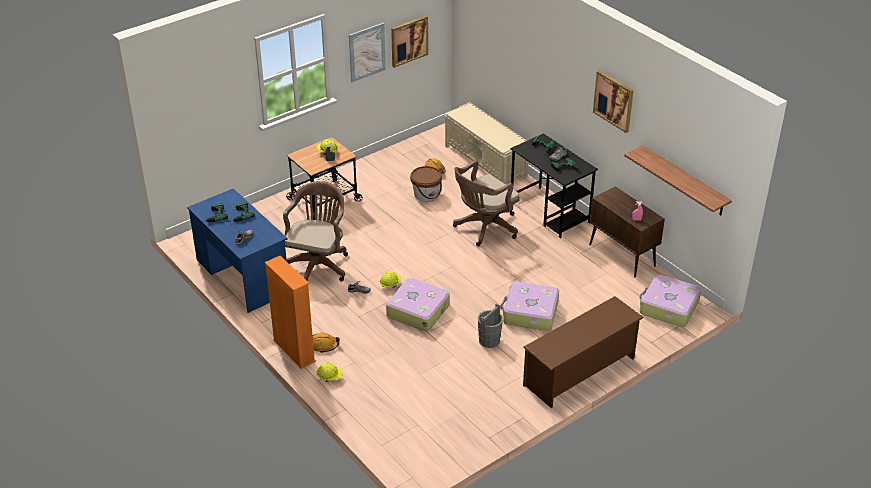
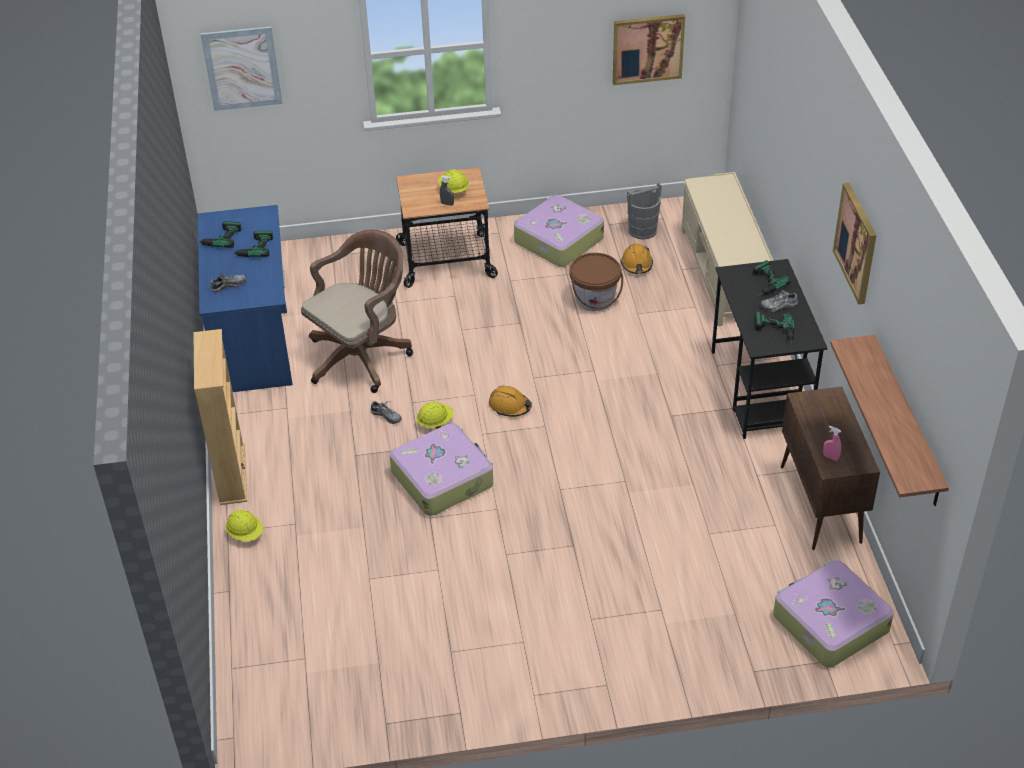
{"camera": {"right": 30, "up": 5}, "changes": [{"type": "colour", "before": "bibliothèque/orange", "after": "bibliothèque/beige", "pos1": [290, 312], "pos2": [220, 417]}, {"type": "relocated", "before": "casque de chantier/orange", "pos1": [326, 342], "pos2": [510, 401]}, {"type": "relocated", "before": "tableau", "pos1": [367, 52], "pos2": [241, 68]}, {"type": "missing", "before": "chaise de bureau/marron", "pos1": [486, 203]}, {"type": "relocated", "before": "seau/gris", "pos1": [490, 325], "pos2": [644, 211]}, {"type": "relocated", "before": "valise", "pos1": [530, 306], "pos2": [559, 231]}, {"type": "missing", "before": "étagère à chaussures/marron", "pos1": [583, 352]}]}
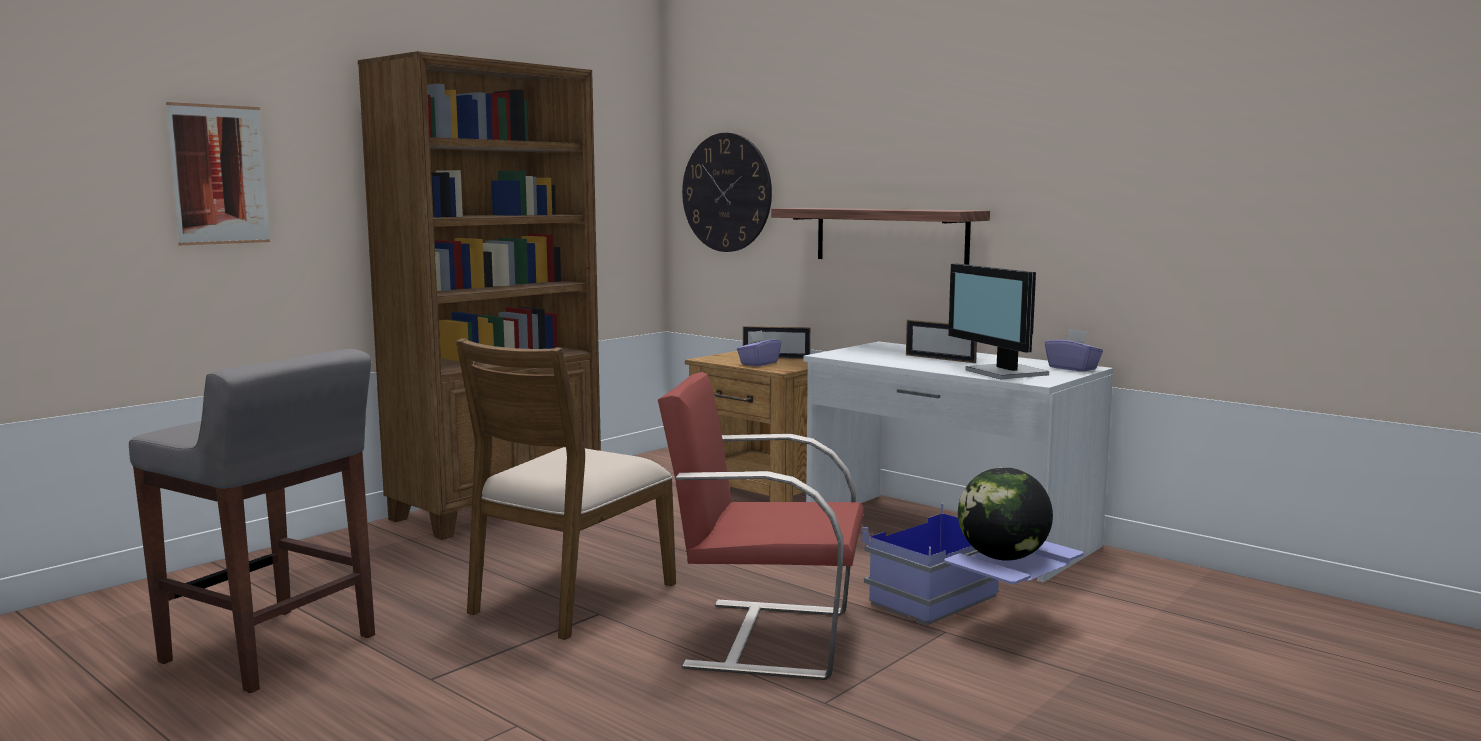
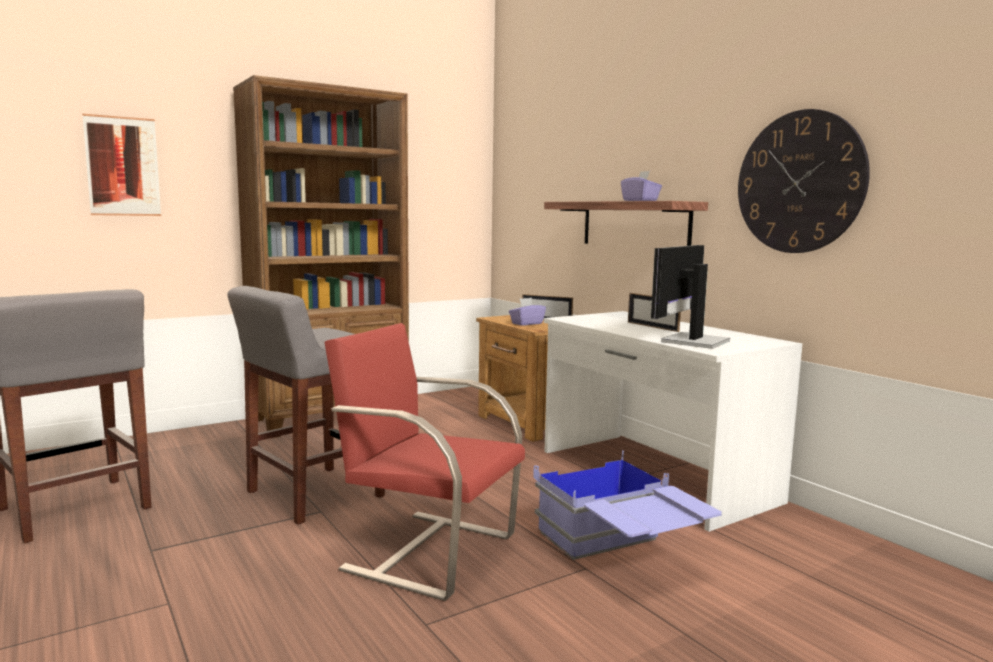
{"camera": {"right": 15, "up": 0}, "changes": [{"type": "exchanged", "before": "chaise/marron", "after": "tabouret/gris", "pos1": [566, 489], "pos2": [306, 405]}, {"type": "relocated", "before": "horloge murale", "pos1": [727, 192], "pos2": [804, 181]}, {"type": "spun", "before": "écran d'ordinateur", "pos1": [998, 321], "pos2": [690, 297], "turn": 45}, {"type": "missing", "before": "globe", "pos1": [1005, 514]}, {"type": "relocated", "before": "boîte à mouchoirs/violet", "pos1": [1074, 350], "pos2": [641, 186]}]}
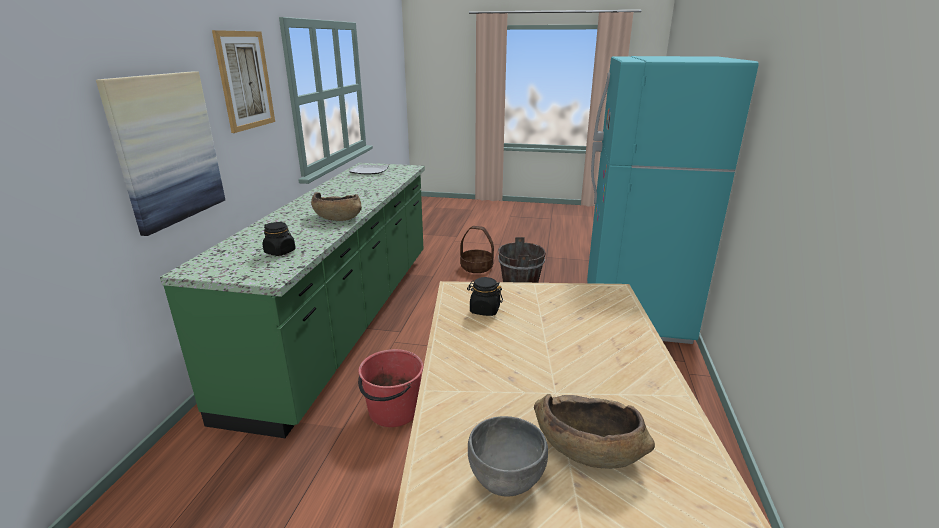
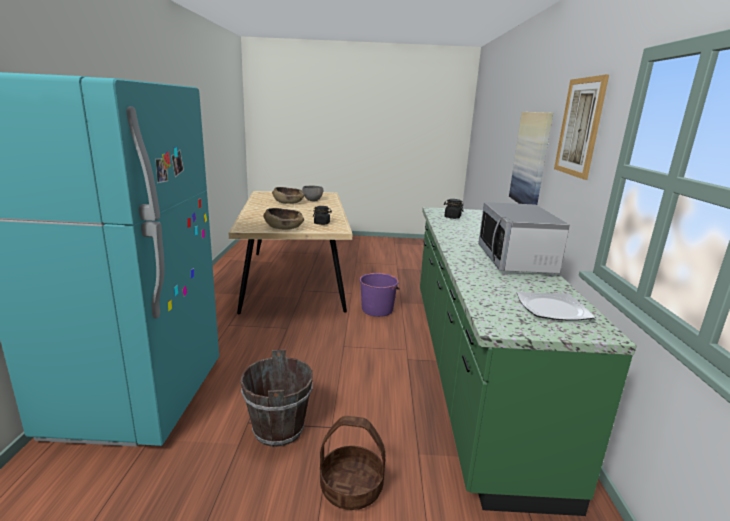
{"camera": {"right": 170, "up": -5}, "changes": [{"type": "relocated", "before": "bol/marron", "pos1": [336, 206], "pos2": [283, 219]}, {"type": "colour", "before": "seau/rouge", "after": "seau/violet", "pos1": [391, 388], "pos2": [379, 295]}, {"type": "appeared", "after": "micro-ondes", "pos2": [524, 237]}]}
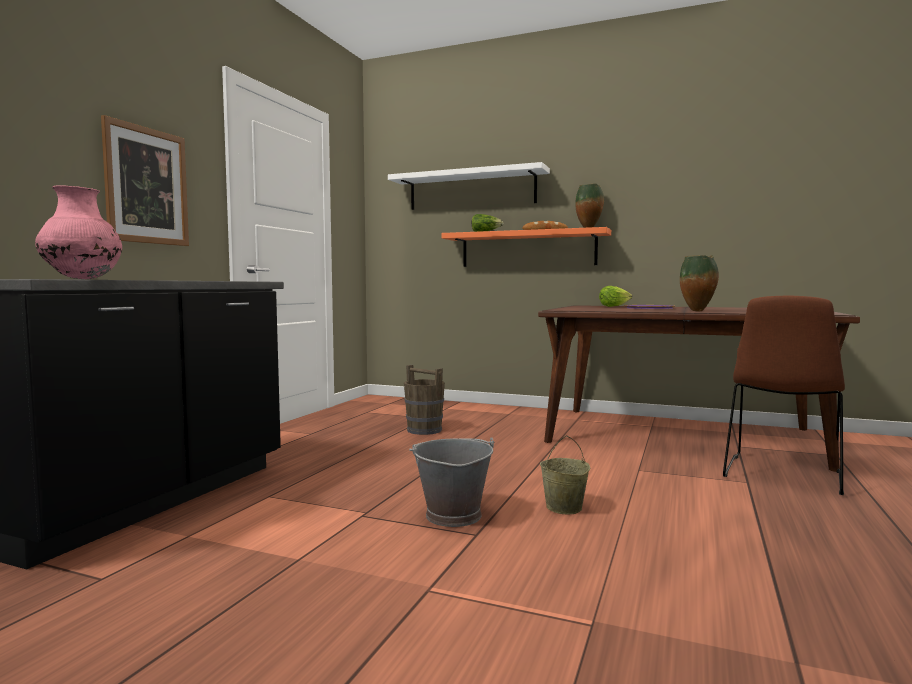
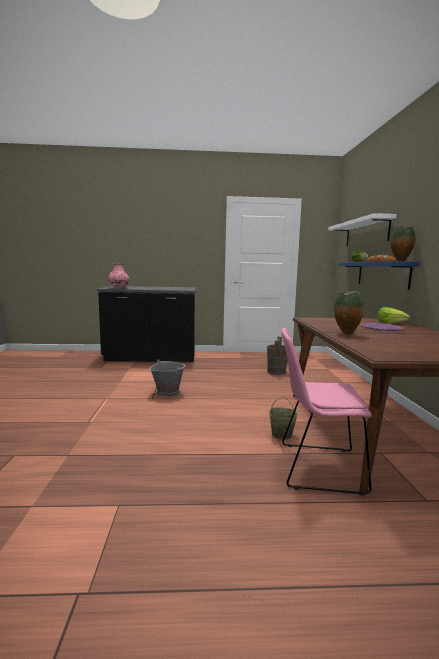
{"camera": {"right": 65, "up": 5}, "changes": [{"type": "missing", "before": "tableau", "pos1": [145, 180]}, {"type": "colour", "before": "étagère/orange", "after": "étagère/bleu", "pos1": [526, 247], "pos2": [379, 275]}, {"type": "relocated", "before": "seau/beige", "pos1": [565, 475], "pos2": [283, 418]}, {"type": "colour", "before": "chaise/marron", "after": "chaise/rose", "pos1": [784, 395], "pos2": [326, 411]}]}
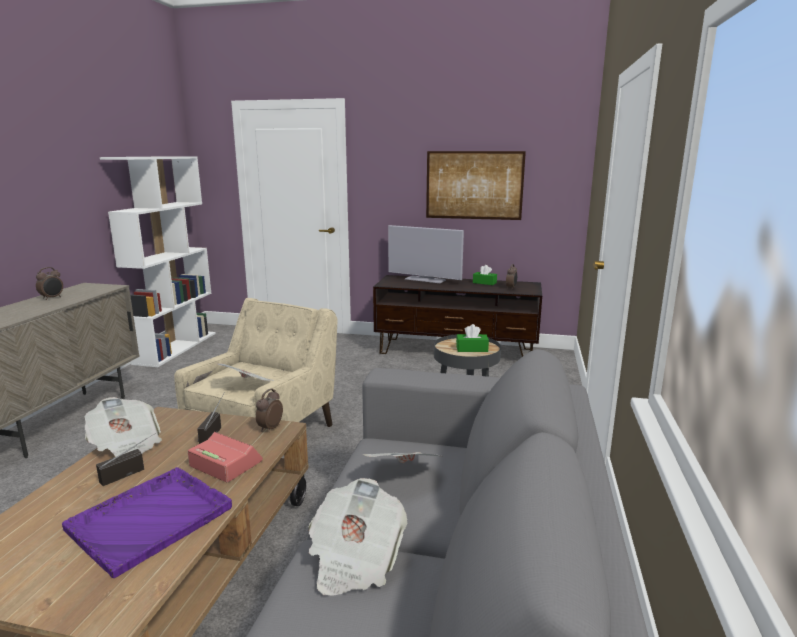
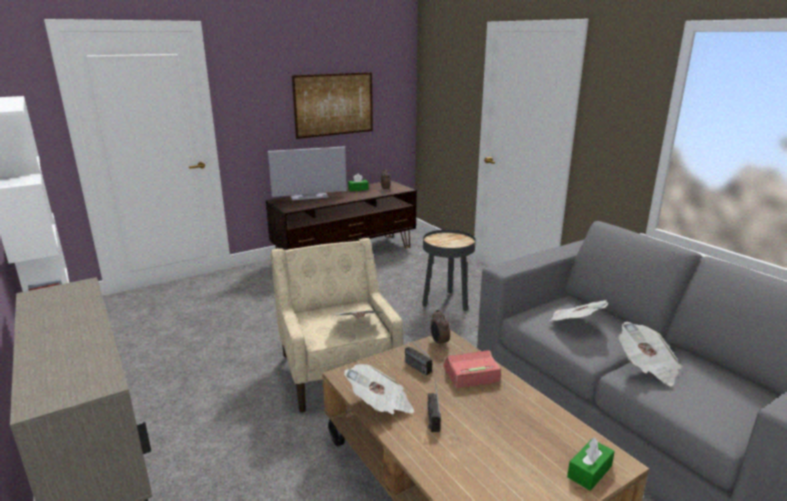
{"camera": {"right": -45, "up": 5}, "changes": [{"type": "missing", "before": "réveil", "pos1": [49, 283]}, {"type": "missing", "before": "plateau/violet", "pos1": [147, 522]}, {"type": "relocated", "before": "boîte à mouchoirs/vert", "pos1": [472, 338], "pos2": [591, 464]}]}
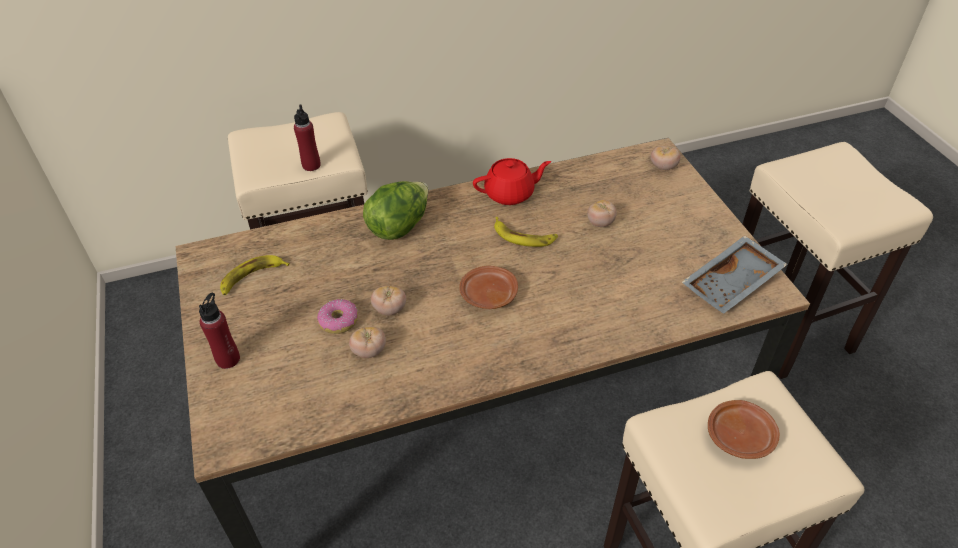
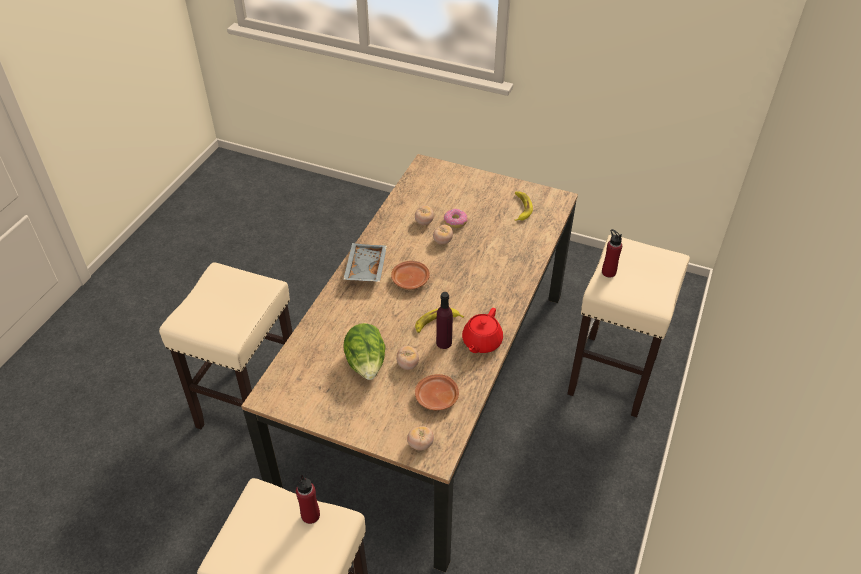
{"camera": {"right": 130, "up": 0}, "changes": [{"type": "relocated", "before": "bouteille/rouge", "pos1": [219, 331], "pos2": [308, 499]}, {"type": "relocated", "before": "laitue", "pos1": [395, 210], "pos2": [364, 351]}, {"type": "relocated", "before": "plateau/gris", "pos1": [734, 274], "pos2": [365, 262]}, {"type": "relocated", "before": "assiette/marron", "pos1": [744, 429], "pos2": [437, 392]}, {"type": "appeared", "after": "bouteille/violet", "pos2": [444, 320]}]}
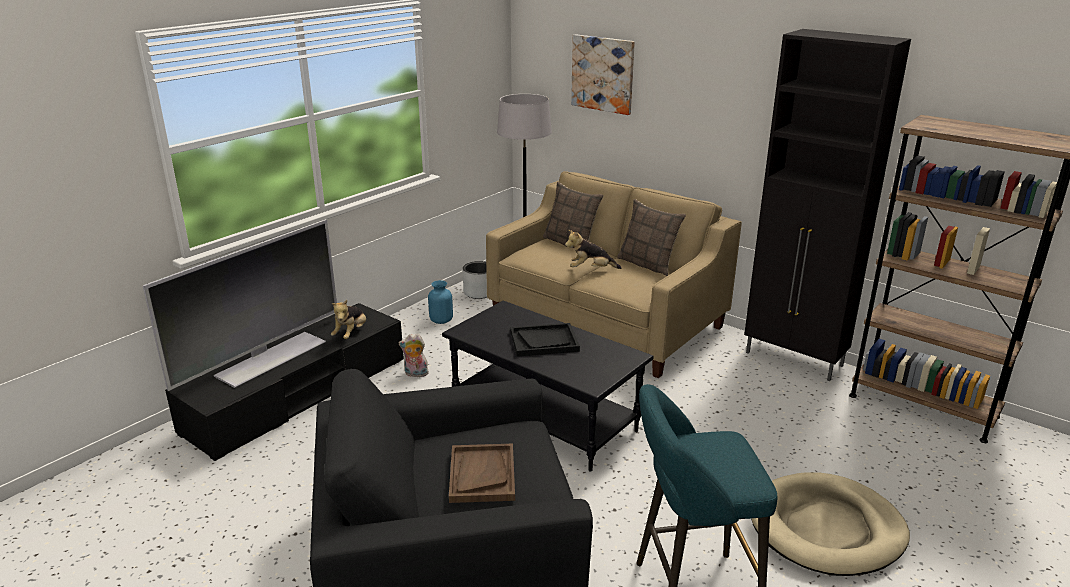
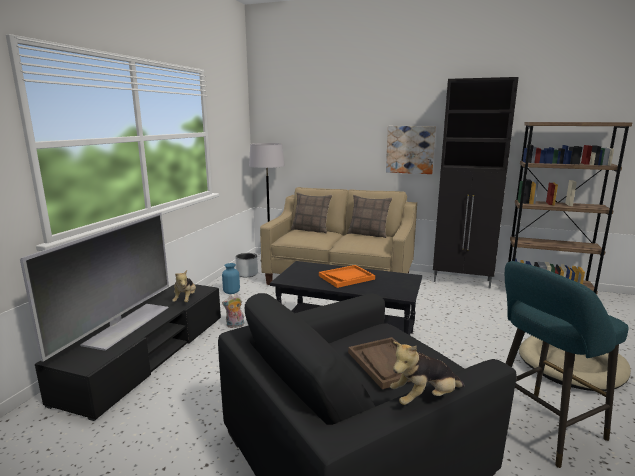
{"camera": {"right": -20, "up": -10}, "changes": [{"type": "colour", "before": "plateau/noir", "after": "plateau/orange", "pos1": [545, 340], "pos2": [347, 276]}, {"type": "relocated", "before": "peluche", "pos1": [593, 249], "pos2": [427, 373]}, {"type": "relocated", "before": "tableau", "pos1": [603, 75], "pos2": [411, 150]}]}
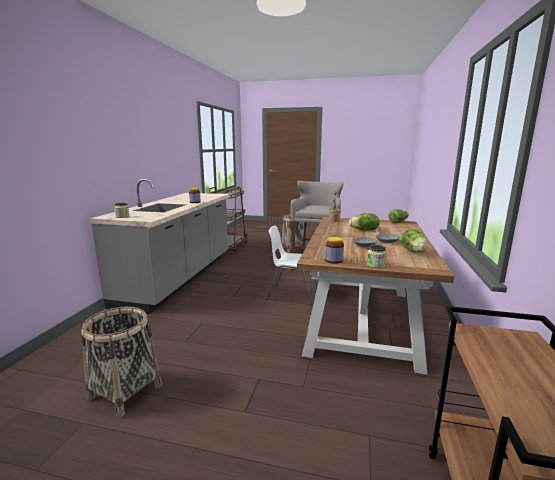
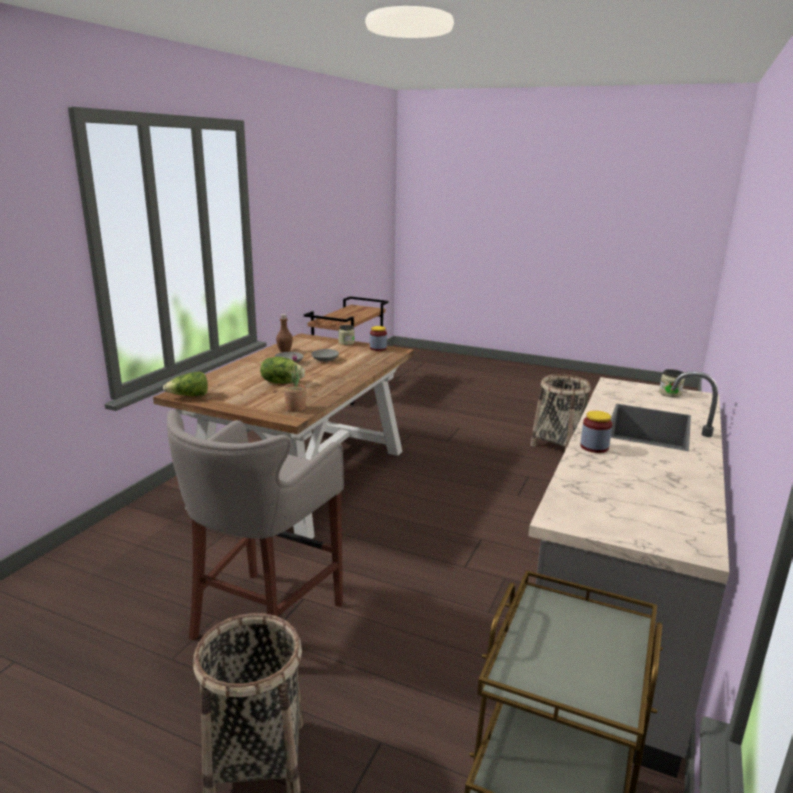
{"camera": {"right": -170, "up": 5}, "changes": [{"type": "missing", "before": "chaise/blanc", "pos1": [292, 266]}, {"type": "exchanged", "before": "laitue", "after": "bouteille/marron", "pos1": [414, 241], "pos2": [284, 333]}]}
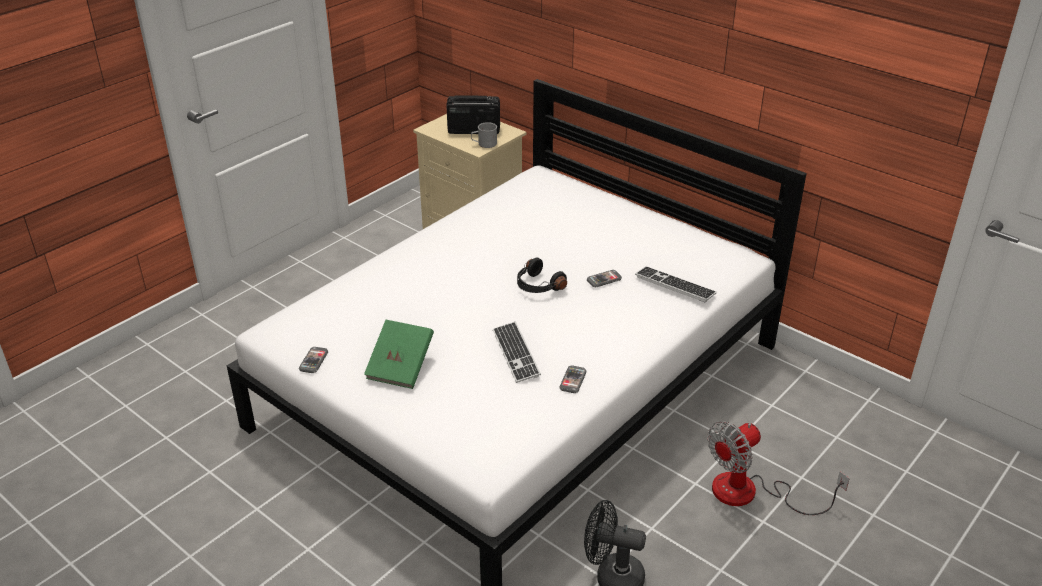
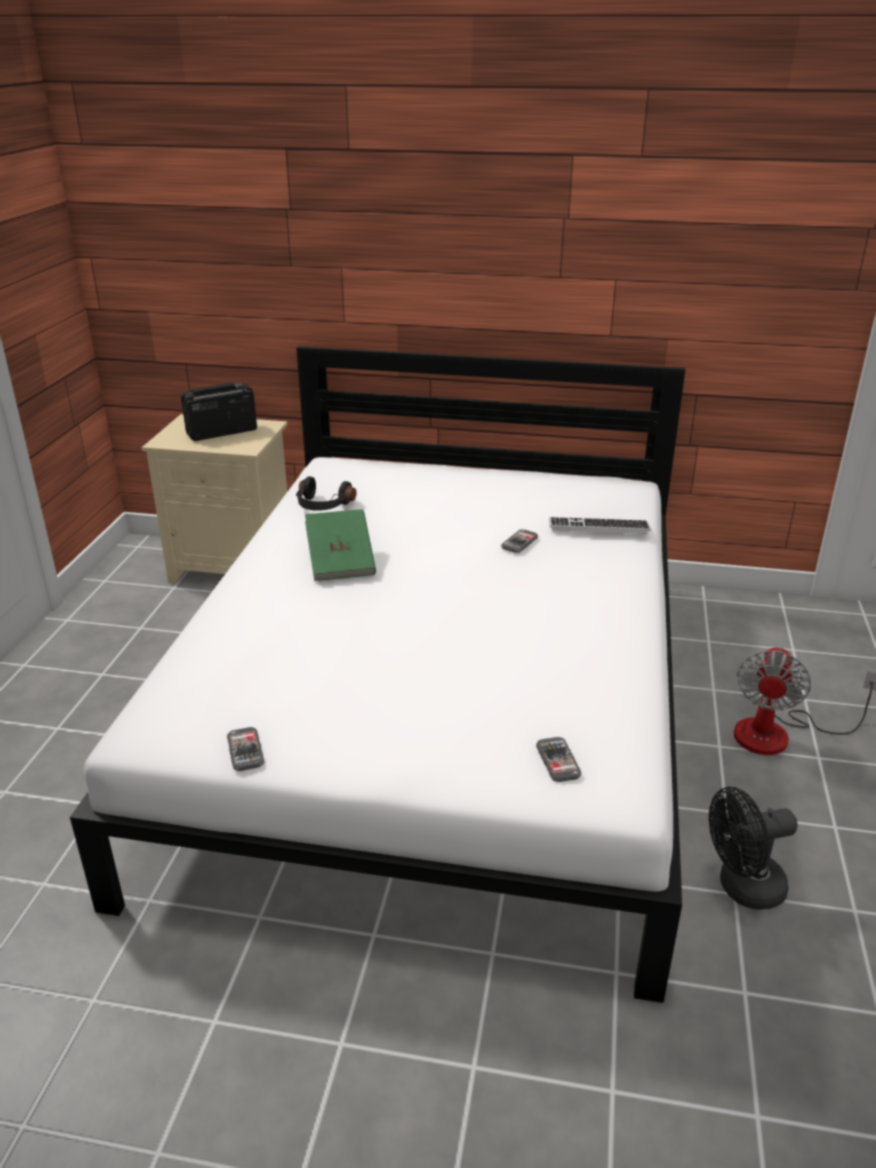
{"camera": {"right": -30, "up": -5}, "changes": [{"type": "relocated", "before": "livre/vert", "pos1": [399, 354], "pos2": [340, 545]}, {"type": "missing", "before": "mug/gris", "pos1": [484, 135]}, {"type": "missing", "before": "clavier", "pos1": [517, 352]}, {"type": "relocated", "before": "casque audio/noir", "pos1": [542, 275], "pos2": [326, 493]}, {"type": "relocated", "before": "téléphone", "pos1": [573, 379], "pos2": [559, 759]}]}
